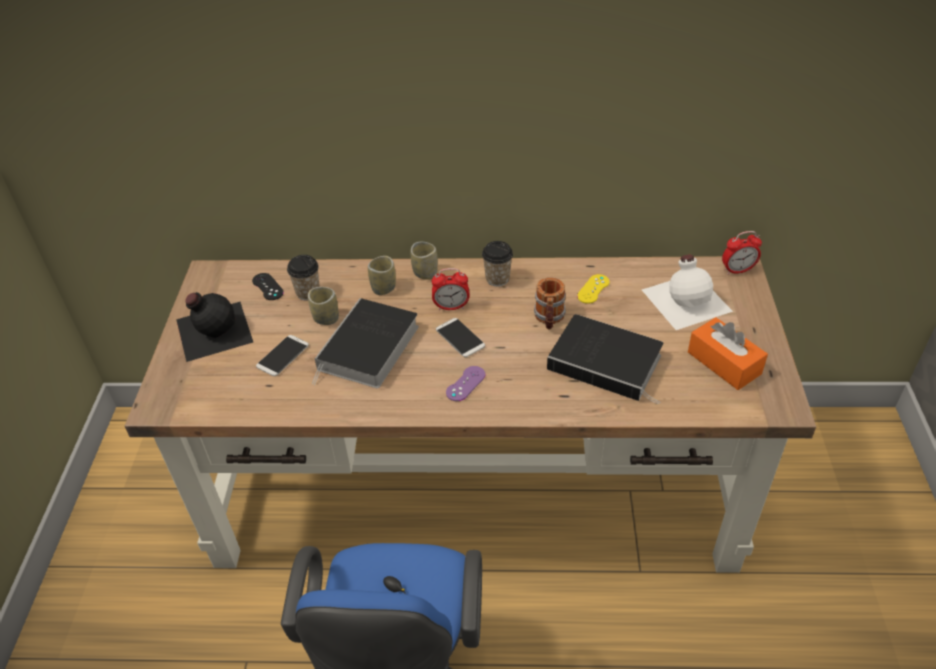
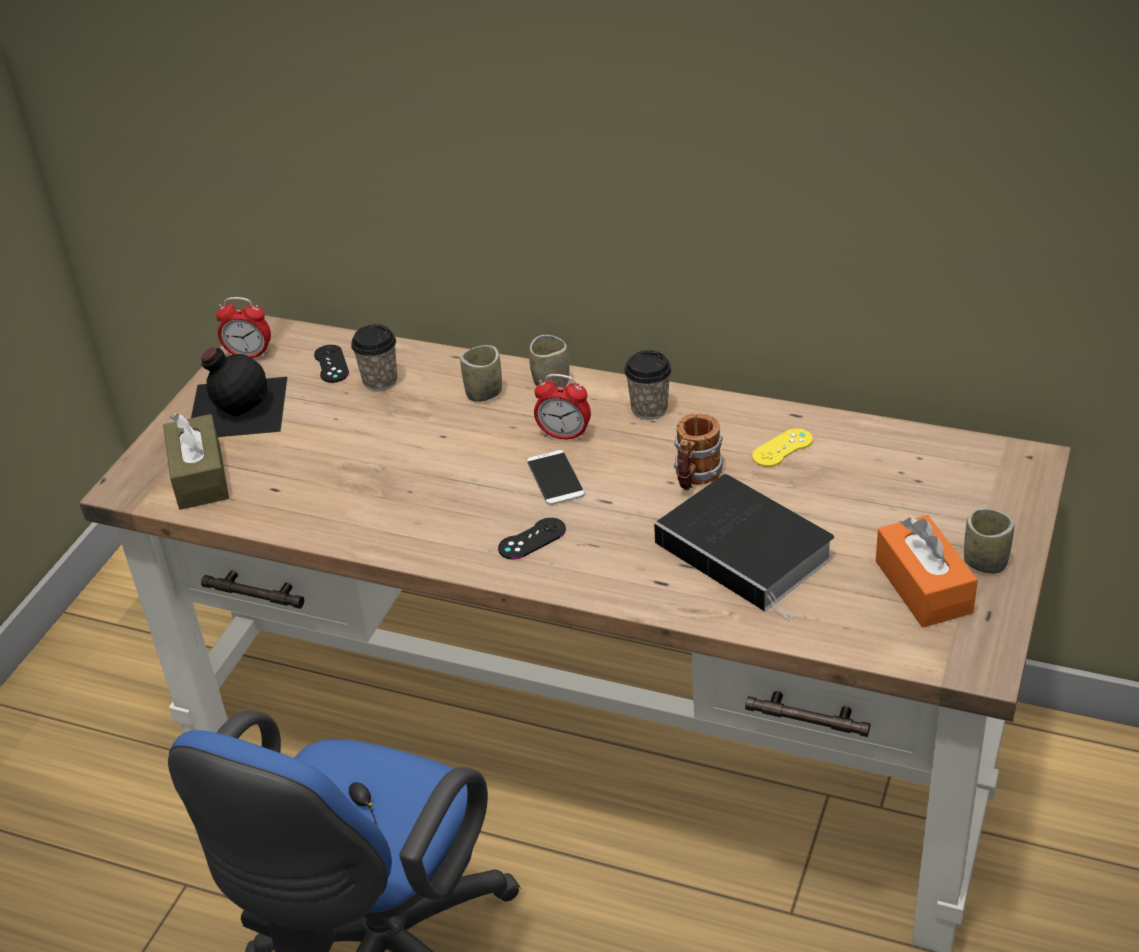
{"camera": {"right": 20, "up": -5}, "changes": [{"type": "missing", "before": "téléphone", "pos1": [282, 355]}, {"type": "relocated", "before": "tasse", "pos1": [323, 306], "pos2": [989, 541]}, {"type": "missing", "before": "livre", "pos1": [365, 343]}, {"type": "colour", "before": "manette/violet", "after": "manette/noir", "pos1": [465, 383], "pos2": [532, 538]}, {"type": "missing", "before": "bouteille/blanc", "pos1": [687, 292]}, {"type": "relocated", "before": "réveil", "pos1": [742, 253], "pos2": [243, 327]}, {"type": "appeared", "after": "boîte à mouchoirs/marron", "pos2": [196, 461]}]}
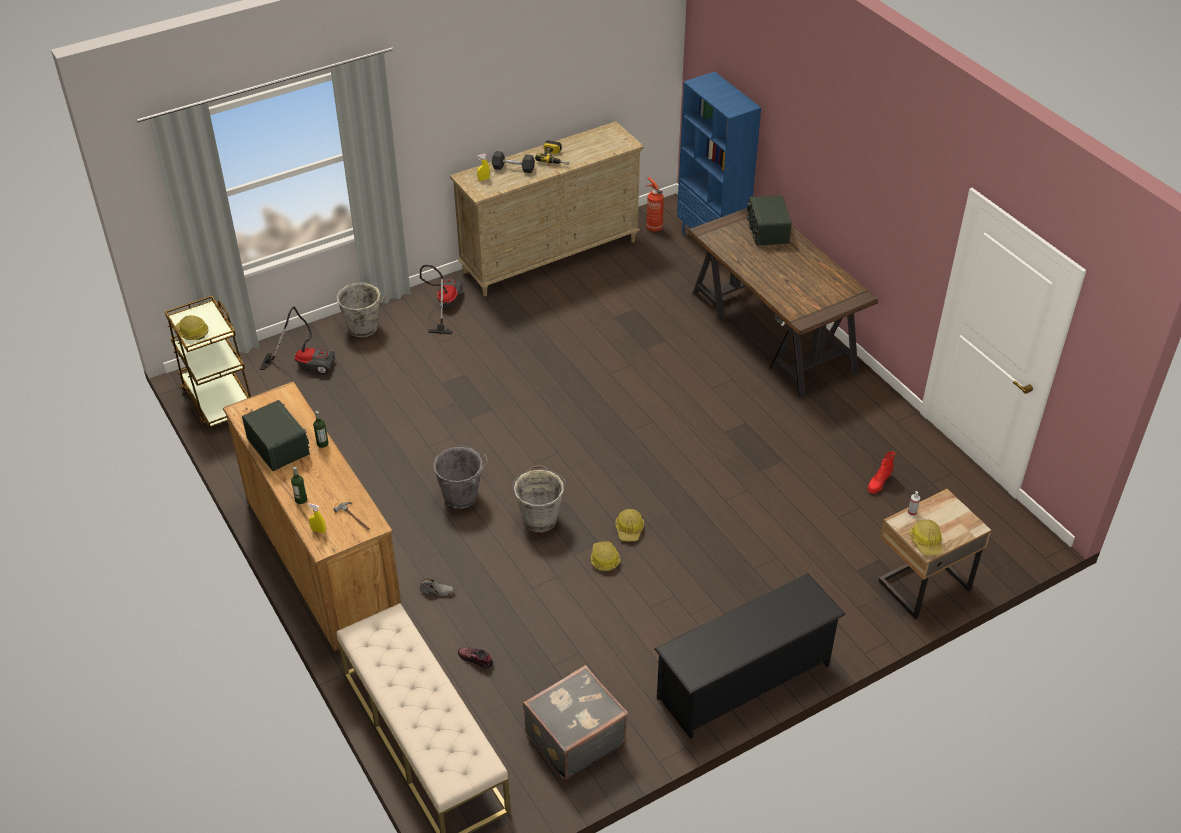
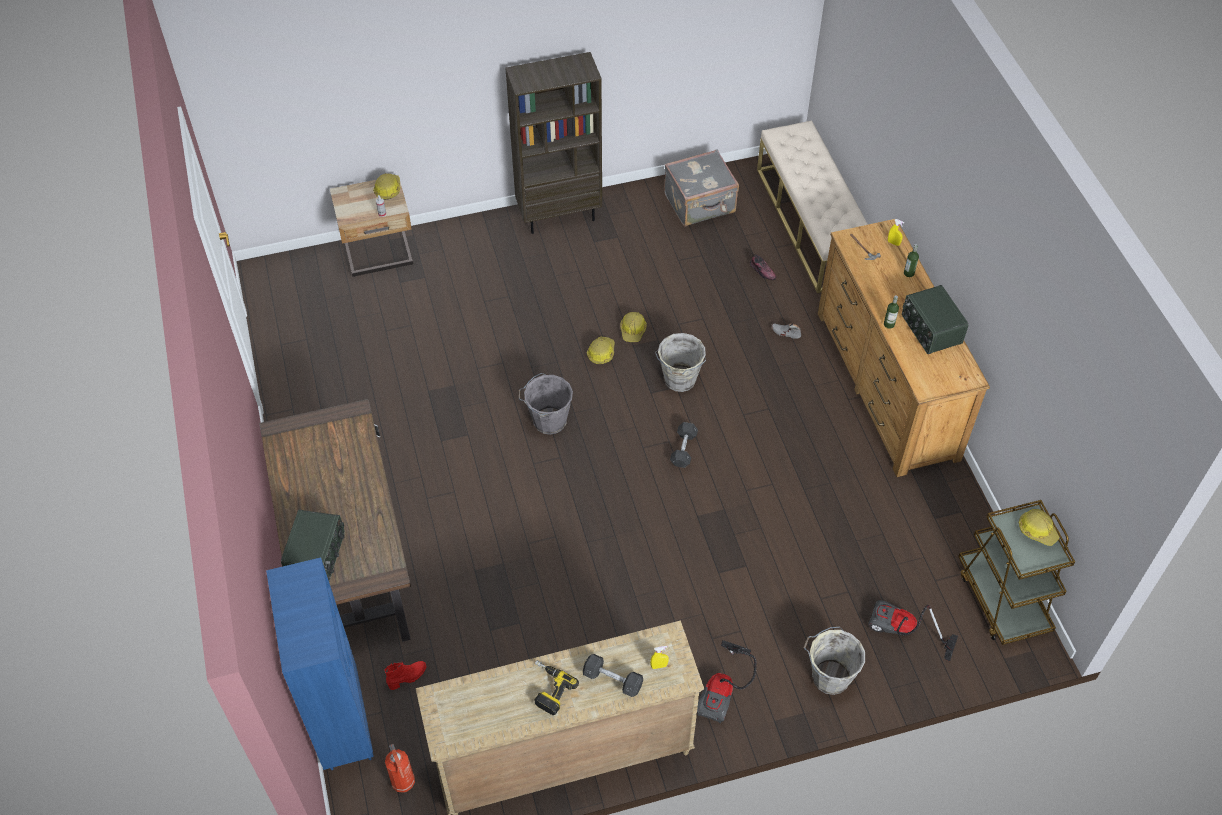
{"camera": {"right": -165, "up": 10}, "changes": [{"type": "relocated", "before": "seau/gris", "pos1": [460, 477], "pos2": [546, 404]}, {"type": "exchanged", "before": "étagère à chaussures/noir", "after": "bibliothèque/marron", "pos1": [750, 656], "pos2": [553, 143]}, {"type": "relocated", "before": "botte/rouge", "pos1": [881, 472], "pos2": [405, 675]}, {"type": "appeared", "after": "haltère/gris", "pos2": [684, 445]}]}
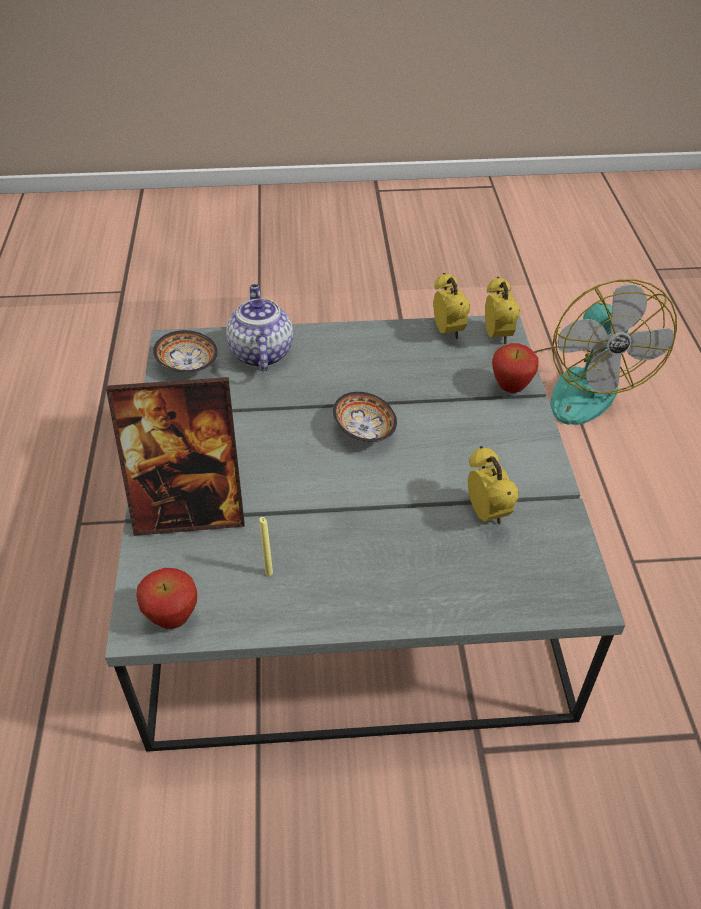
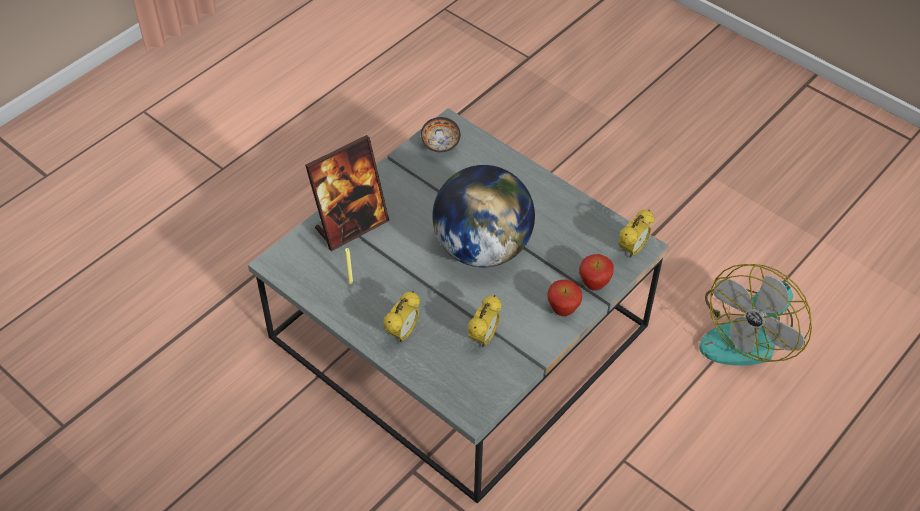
{"camera": {"right": 45, "up": 5}, "changes": [{"type": "spun", "before": "cadre photo", "pos1": [175, 456], "pos2": [347, 193], "turn": -75}, {"type": "relocated", "before": "pomme", "pos1": [166, 598], "pos2": [564, 298]}, {"type": "missing", "before": "théière", "pos1": [259, 327]}, {"type": "exchanged", "before": "bol", "after": "globe", "pos1": [365, 417], "pos2": [483, 216]}, {"type": "relocated", "before": "réveil", "pos1": [451, 306], "pos2": [401, 317]}]}
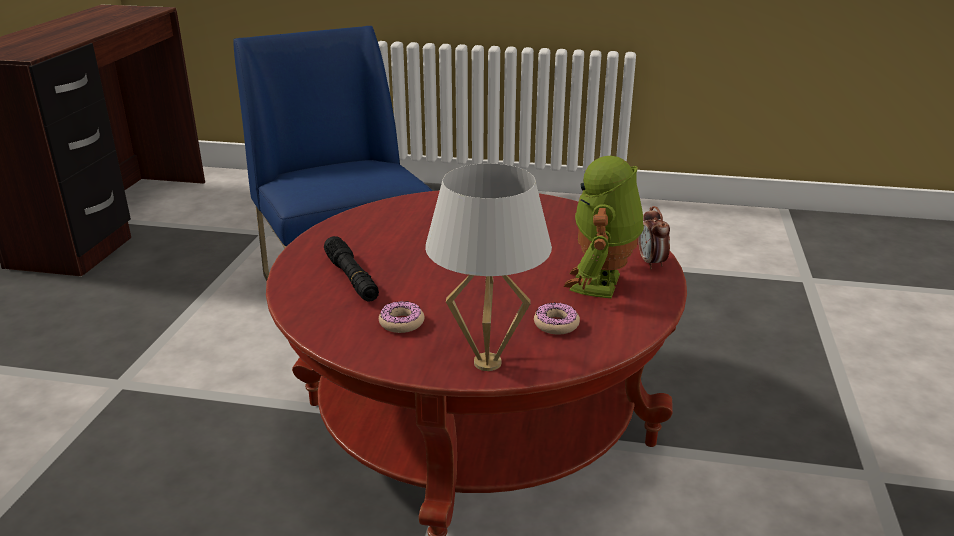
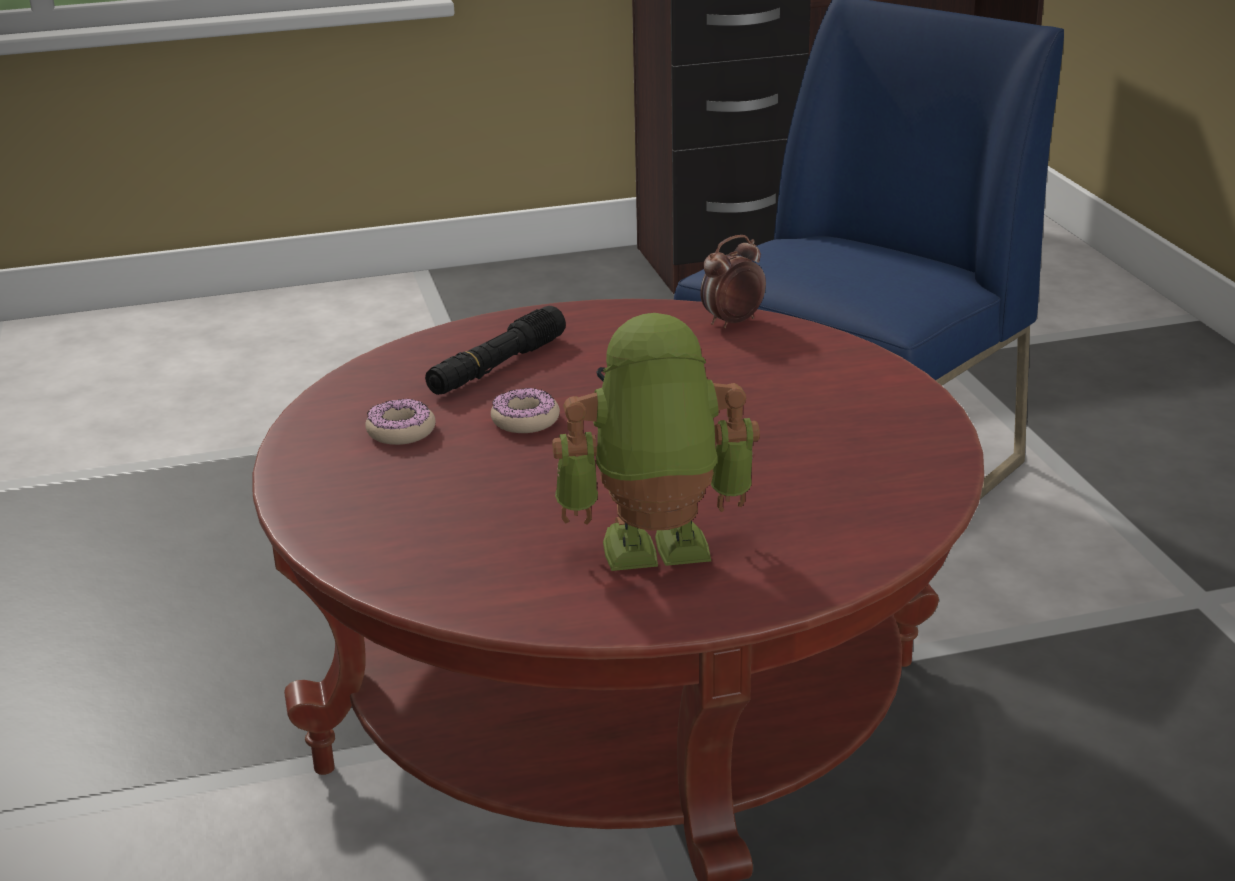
{"camera": {"right": 65, "up": 0}, "changes": [{"type": "missing", "before": "lampe de table/blanc", "pos1": [488, 267]}, {"type": "relocated", "before": "beignet", "pos1": [557, 319], "pos2": [525, 410]}, {"type": "relocated", "before": "réveil", "pos1": [654, 237], "pos2": [733, 281]}]}
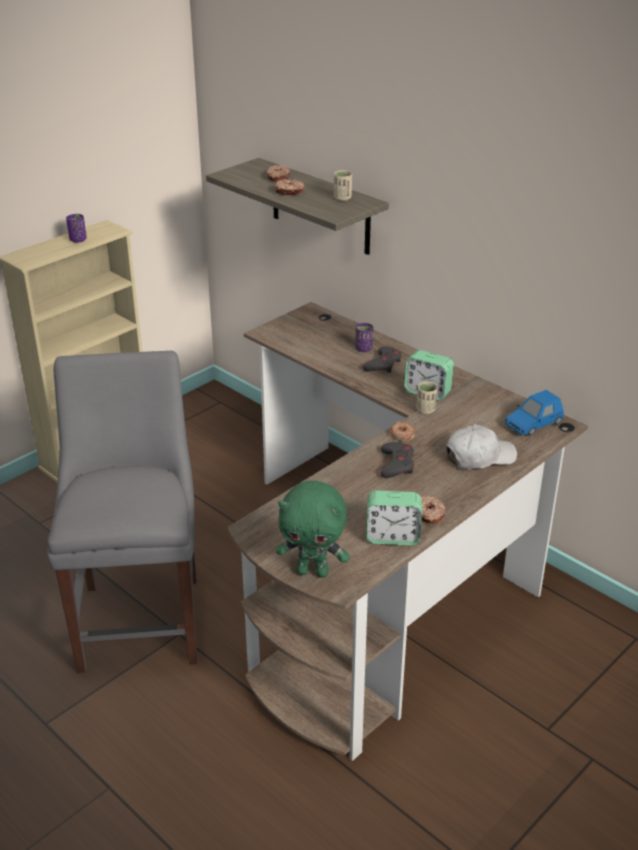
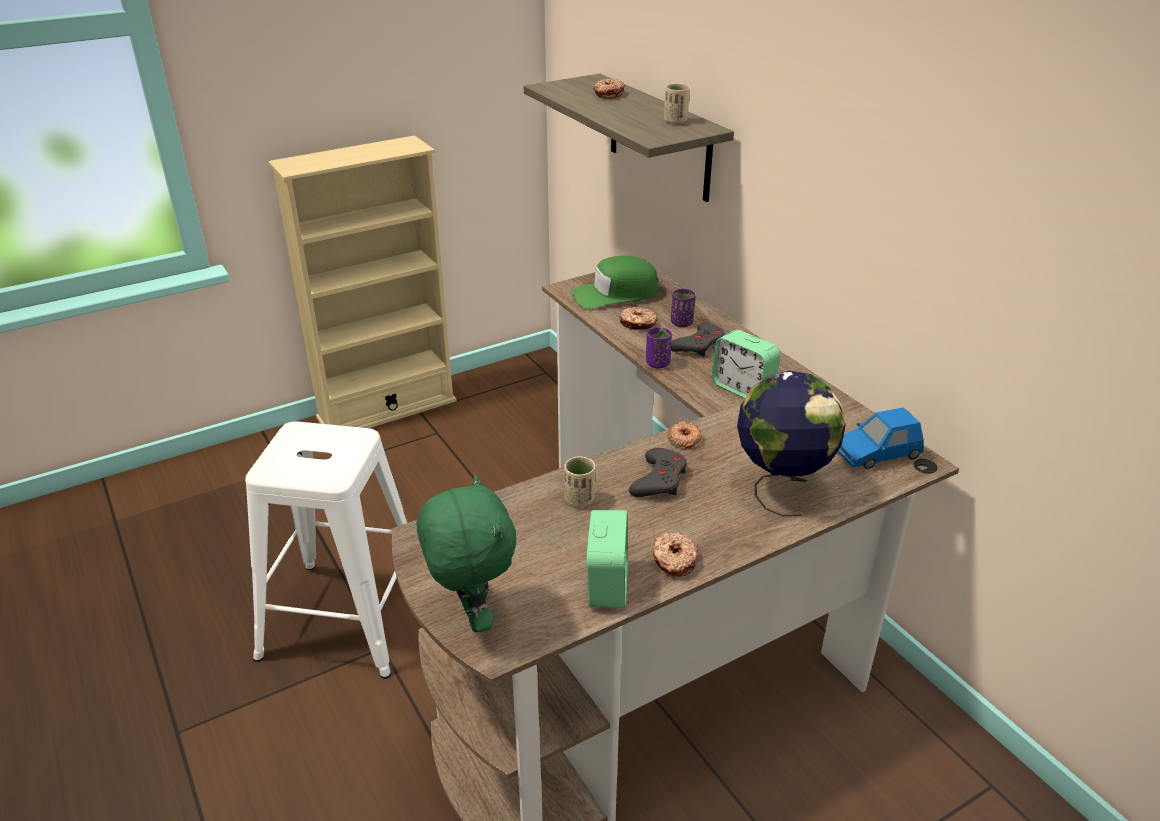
{"camera": {"right": 15, "up": 0}, "changes": [{"type": "exchanged", "before": "chaise/gris", "after": "tabouret/blanc", "pos1": [122, 512], "pos2": [326, 550]}, {"type": "relocated", "before": "tasse/violet", "pos1": [76, 228], "pos2": [659, 347]}, {"type": "relocated", "before": "beignet", "pos1": [290, 187], "pos2": [638, 318]}, {"type": "spun", "before": "peluche/vert", "pos1": [313, 529], "pos2": [466, 553], "turn": -135}, {"type": "spun", "before": "réveil", "pos1": [394, 518], "pos2": [607, 559], "turn": -105}, {"type": "relocated", "before": "tasse/beige", "pos1": [427, 398], "pos2": [579, 481]}, {"type": "exchanged", "before": "casquette/blanc", "after": "globe", "pos1": [481, 446], "pos2": [791, 444]}, {"type": "appeared", "after": "casquette/vert", "pos2": [615, 282]}]}
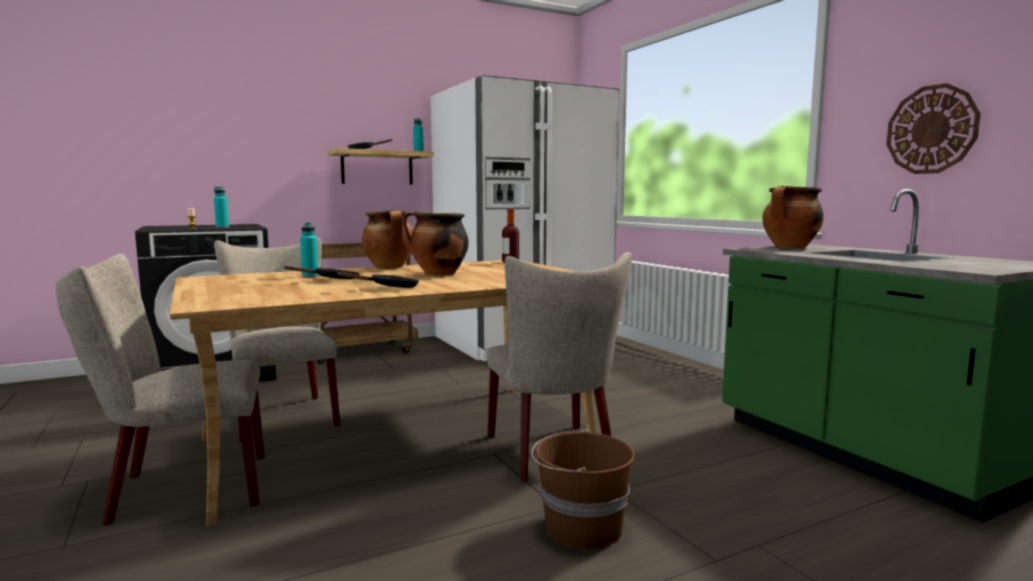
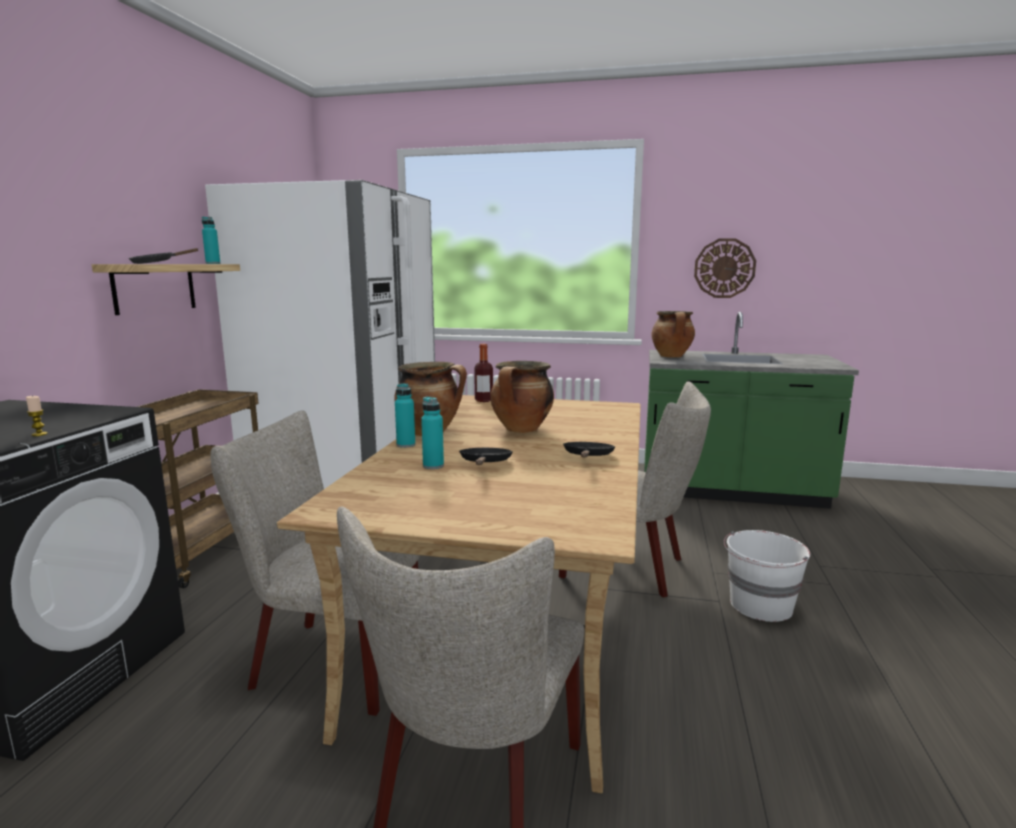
{"camera": {"right": -50, "up": 5}, "changes": [{"type": "relocated", "before": "bouteille/turquoise", "pos1": [221, 207], "pos2": [405, 415]}, {"type": "colour", "before": "seau/marron", "after": "seau/blanc", "pos1": [583, 489], "pos2": [767, 576]}]}
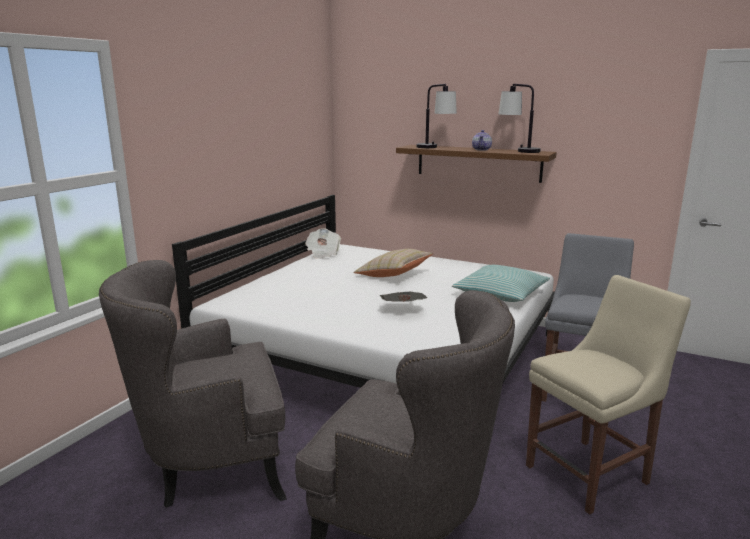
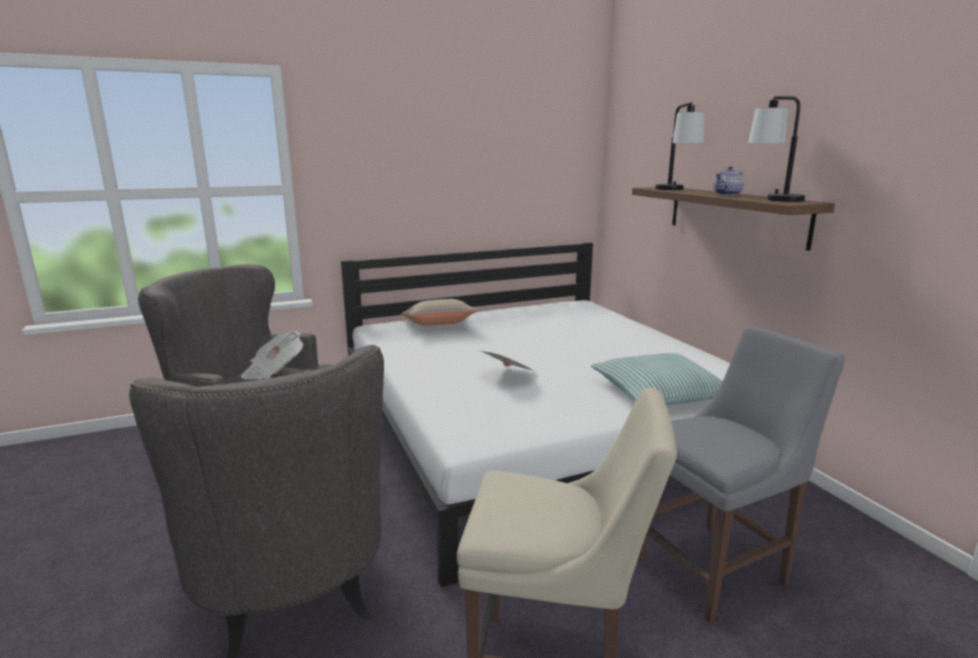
{"camera": {"right": 40, "up": 0}, "changes": [{"type": "relocated", "before": "journal", "pos1": [323, 243], "pos2": [272, 355]}, {"type": "relocated", "before": "coussin/beige", "pos1": [393, 263], "pos2": [440, 312]}]}
